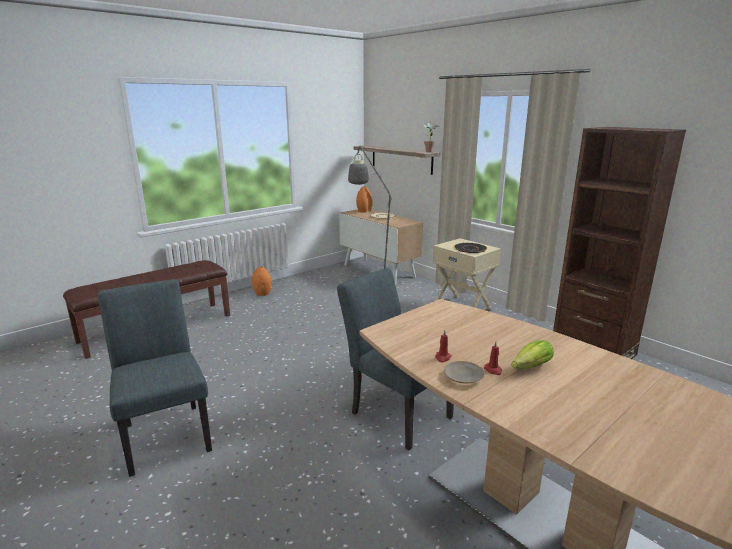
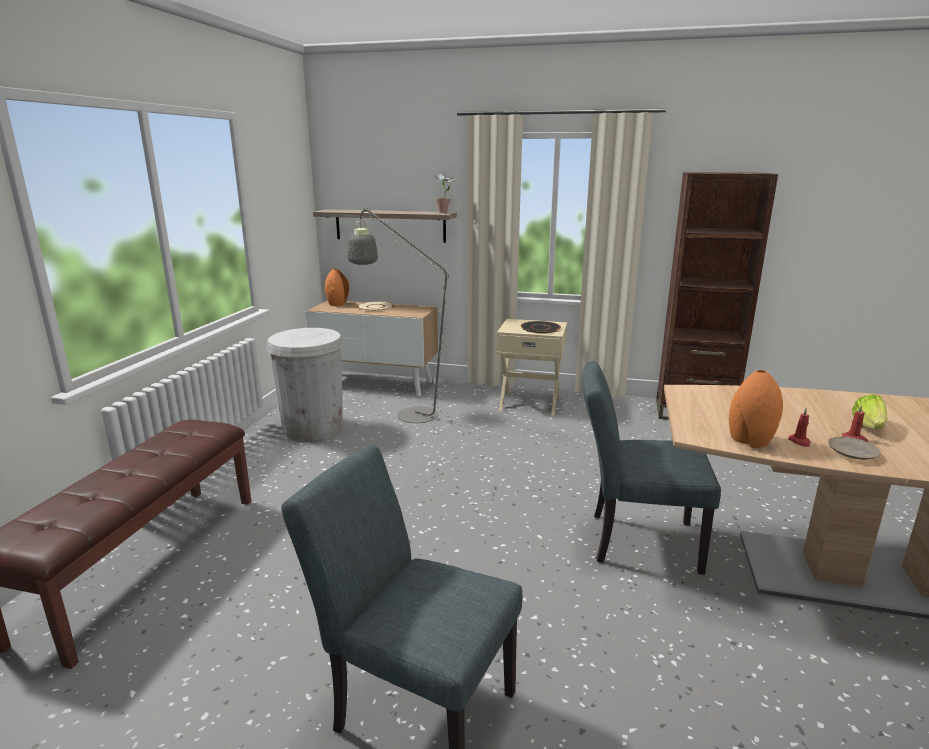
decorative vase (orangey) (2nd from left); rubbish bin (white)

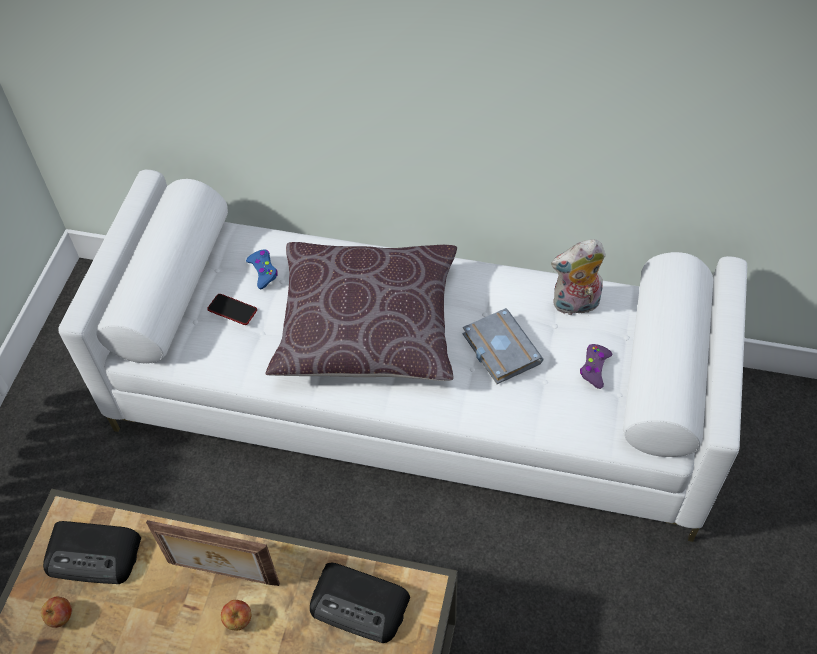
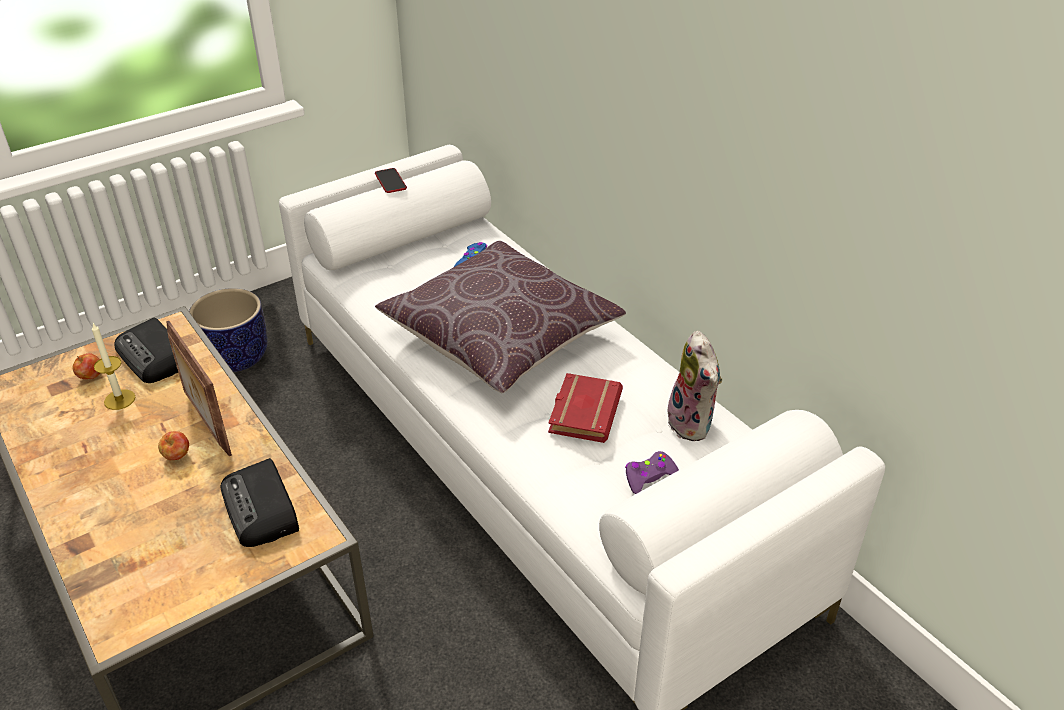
telephone; volume (reddish); cuddly toy; wax light; planter

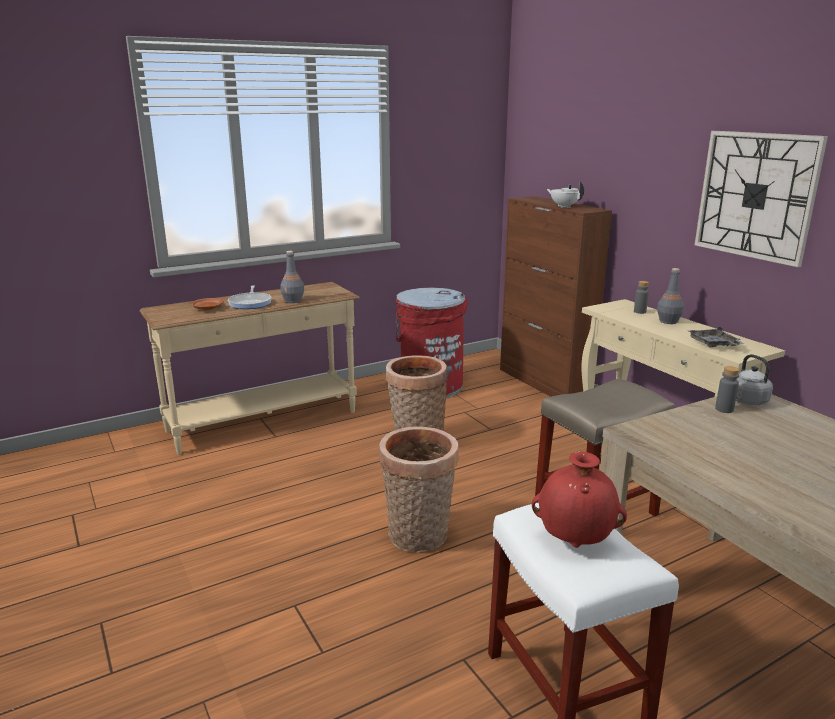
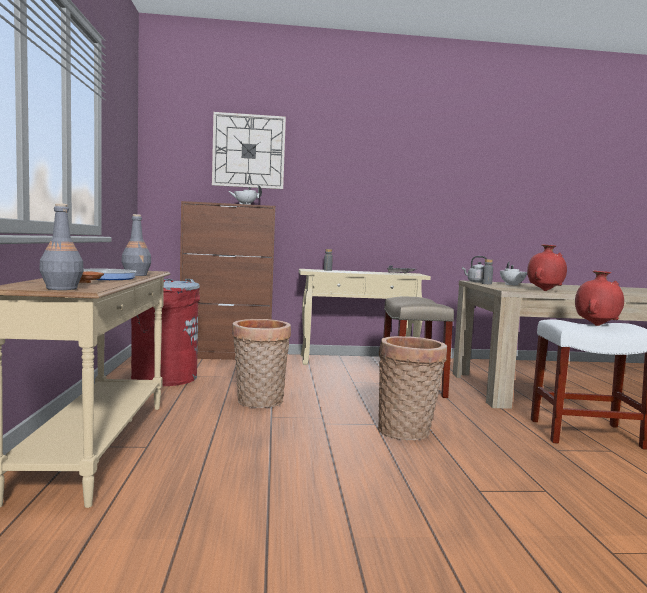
bottle (grey) (1st from left); hanging clock; tea pot (white) (2nd from left); decorative vase (reddish) (1st from left)

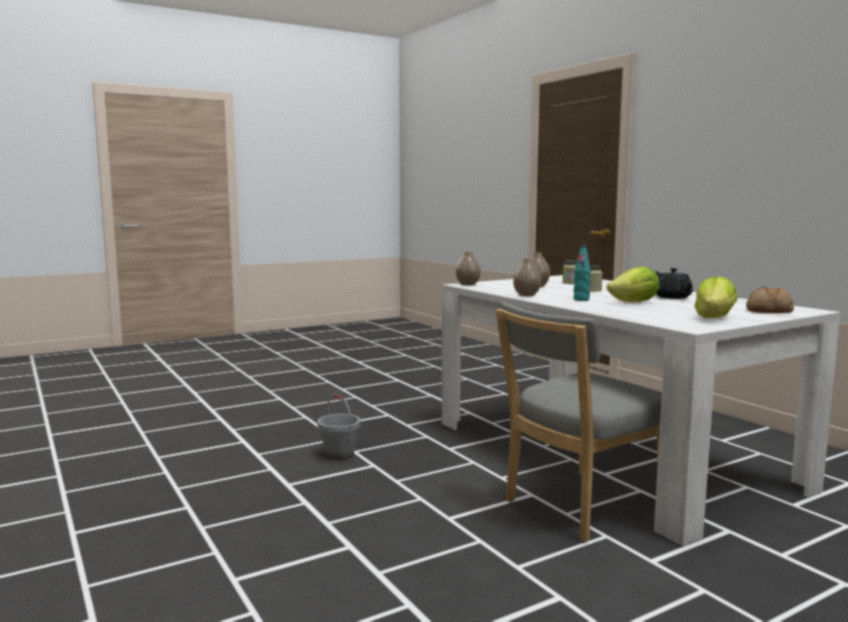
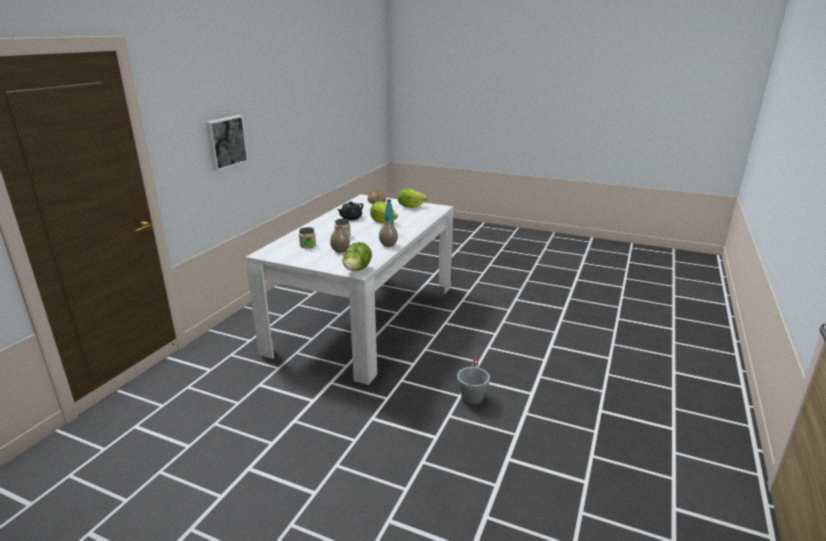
head of lettuce (1st from left); chair (grey); wall art

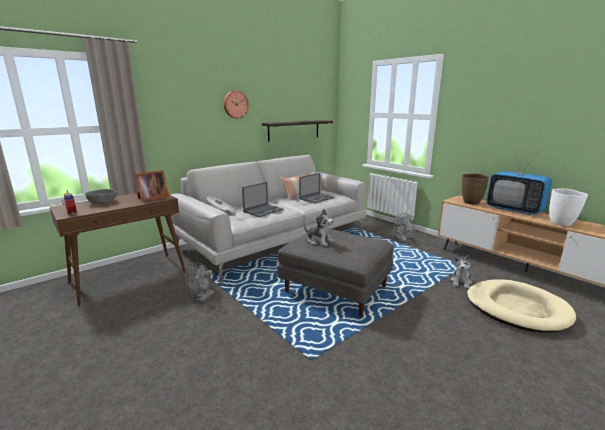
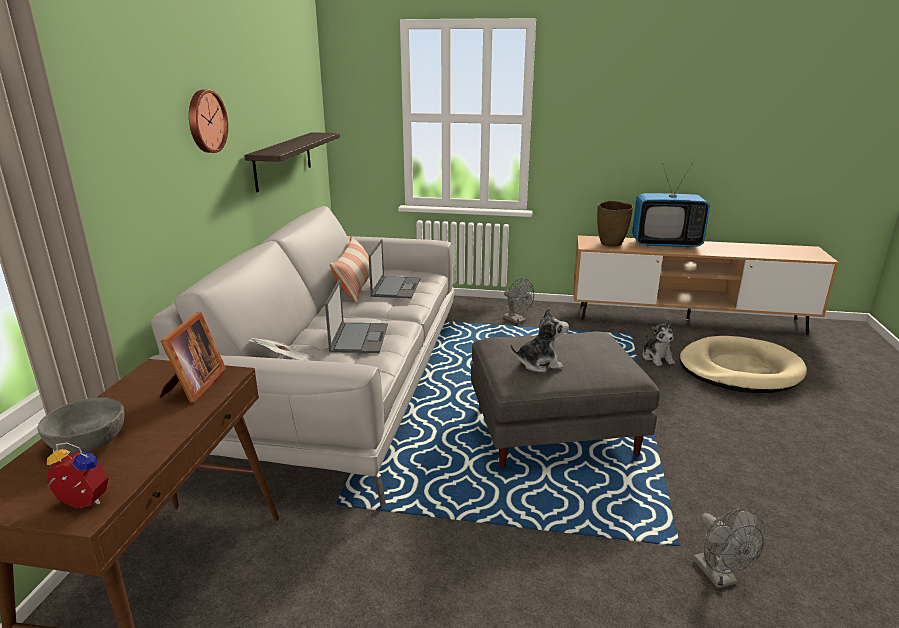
fan (grey) (2nd from left); decorative vase (white)

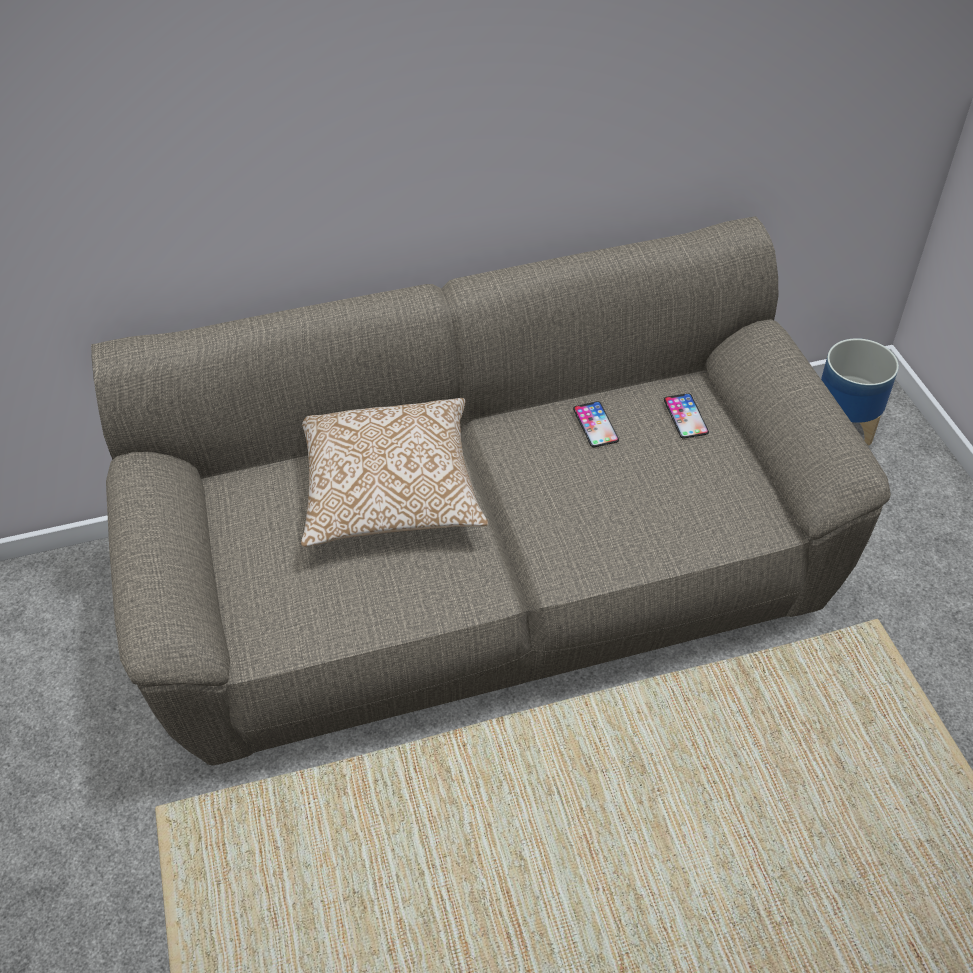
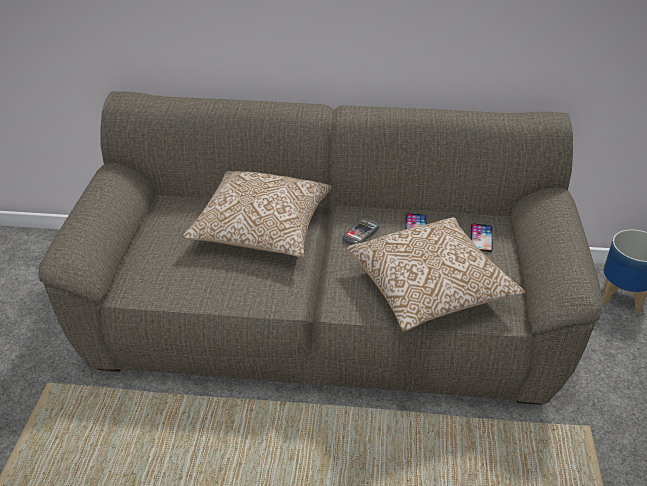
telephone (1st from left); throw pillow (2nd from left)

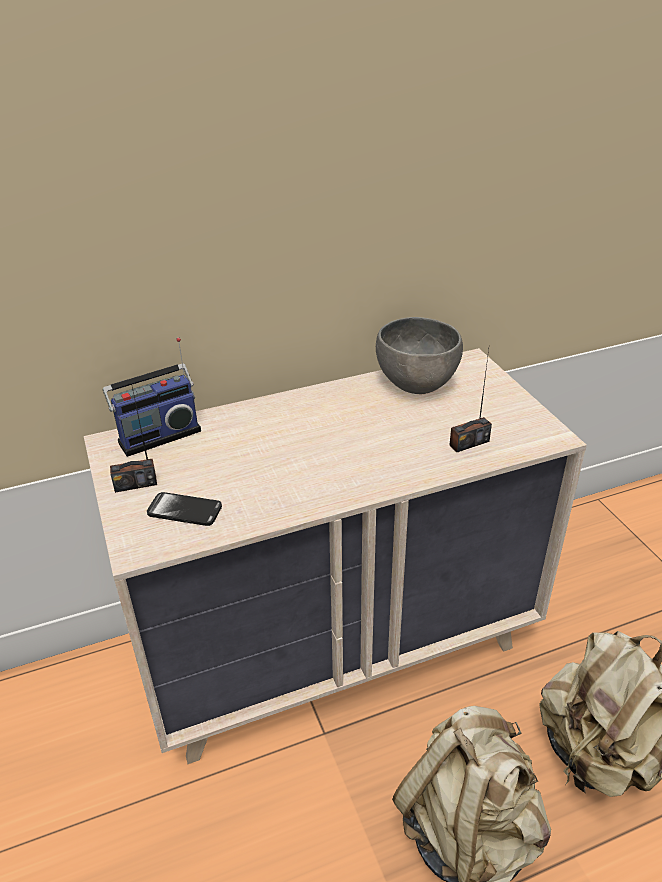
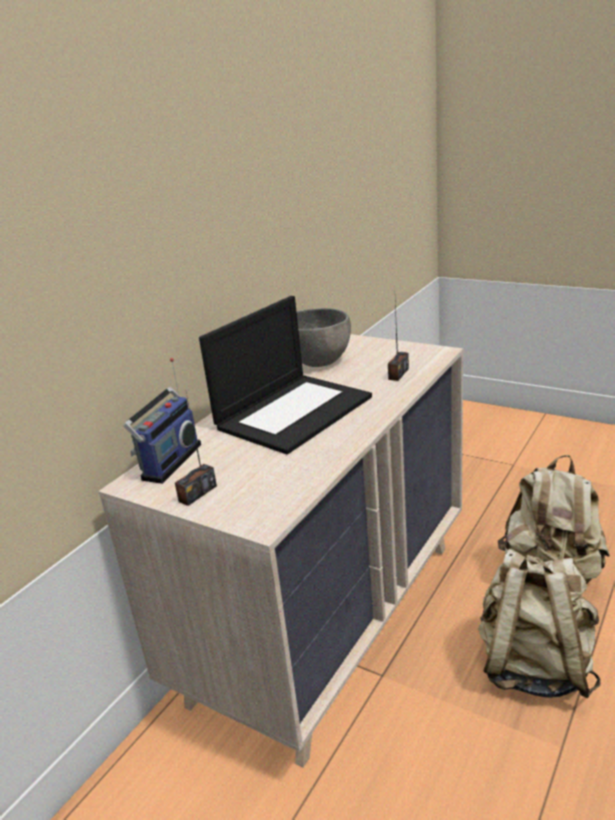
telephone; portable computer

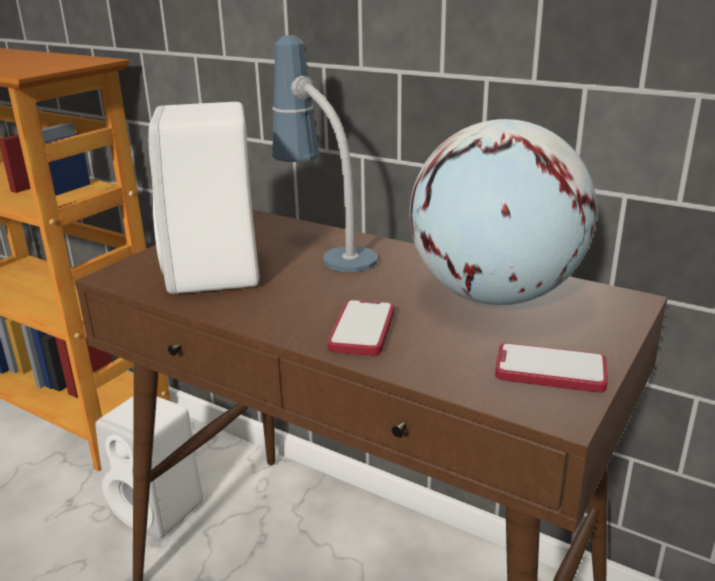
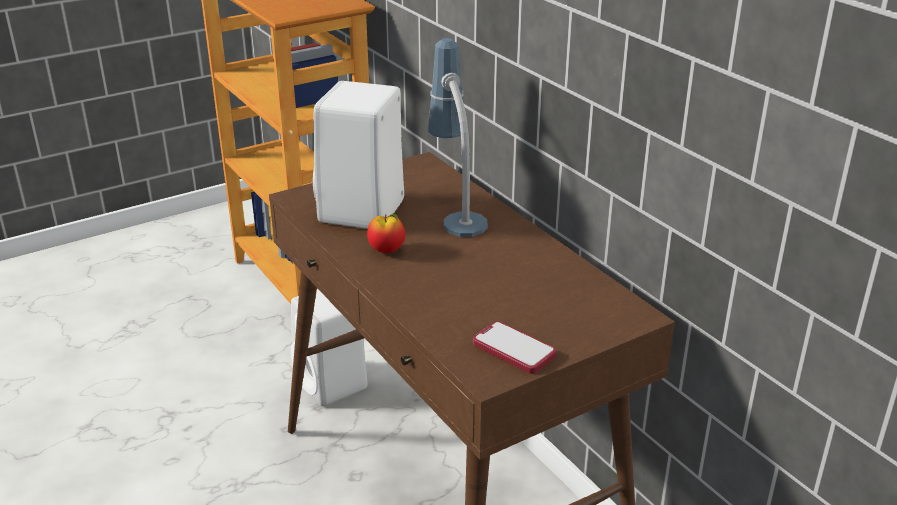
telephone (1st from left in the first image); globe; apple

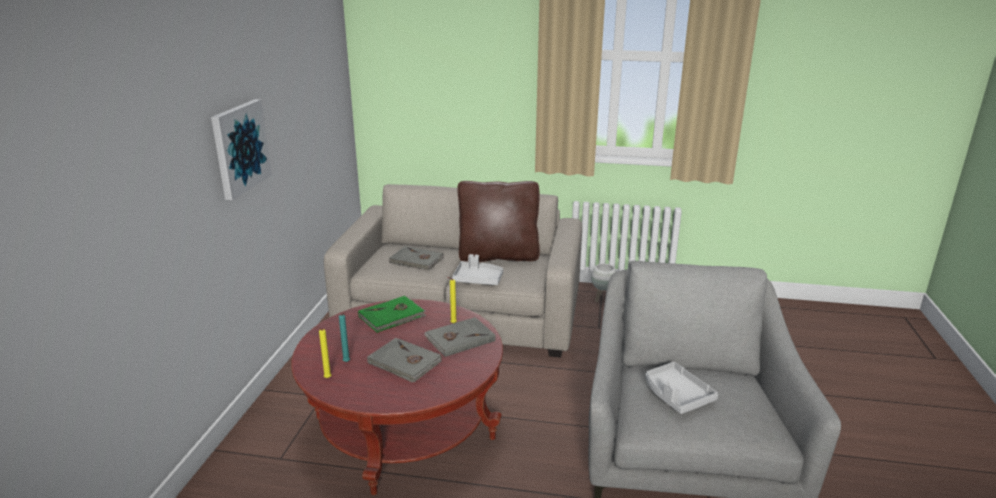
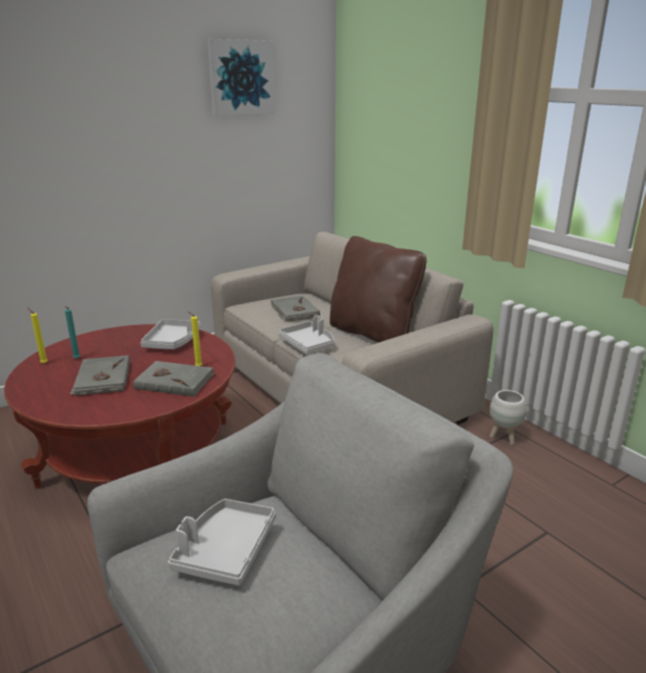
wall art; carrying tray (grey) (1st from left)

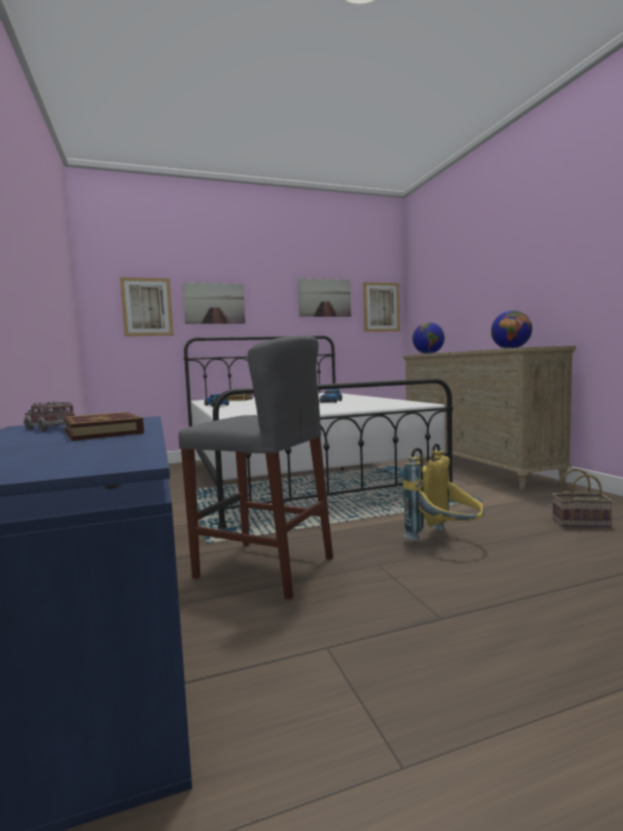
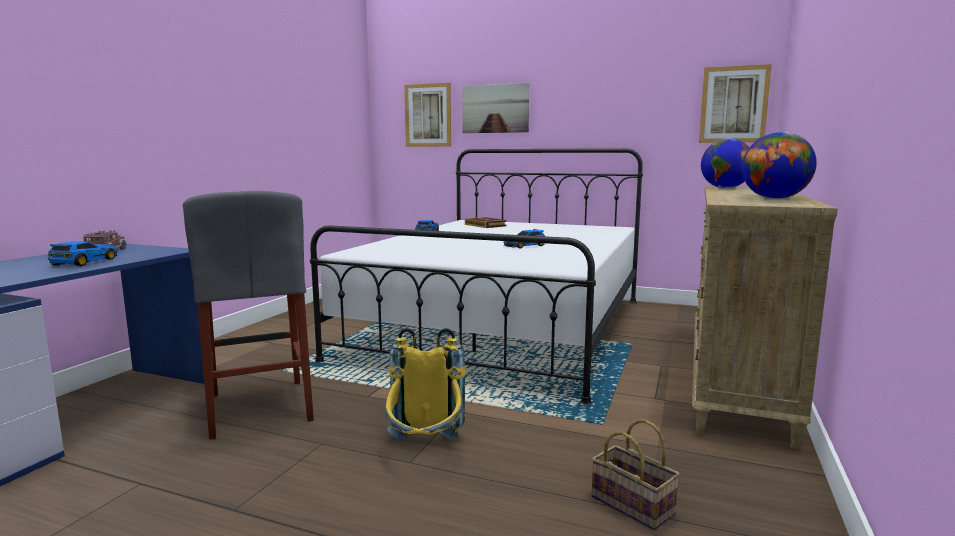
miniature car (1st from left); wall art (3rd from left in the first image)

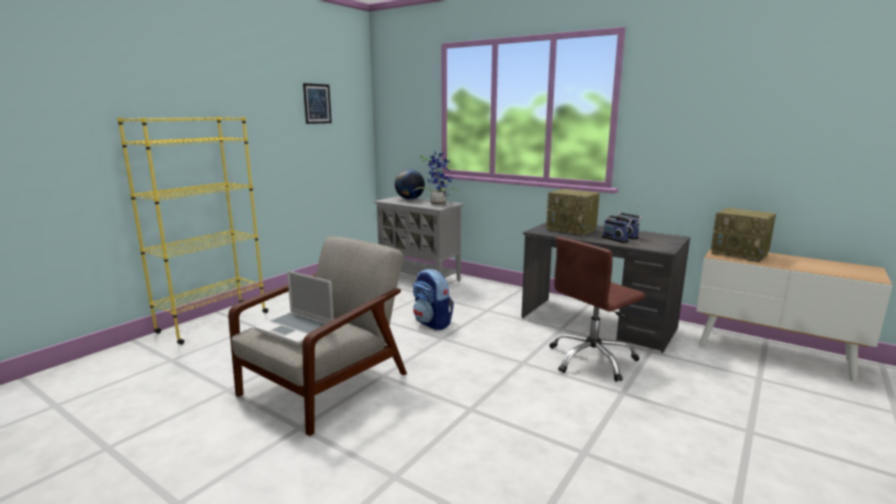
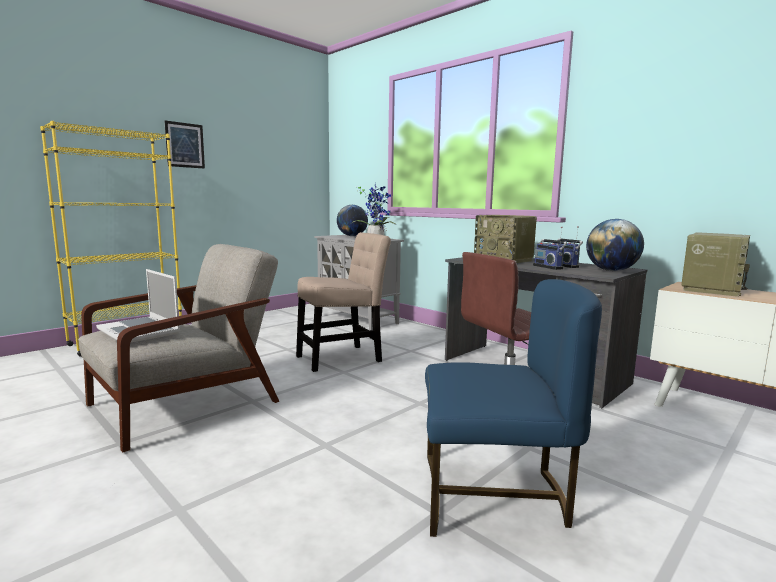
wall art; chair (sand-coloured); radio set (4th from left); chair (bluish); globe (2nd from left)

